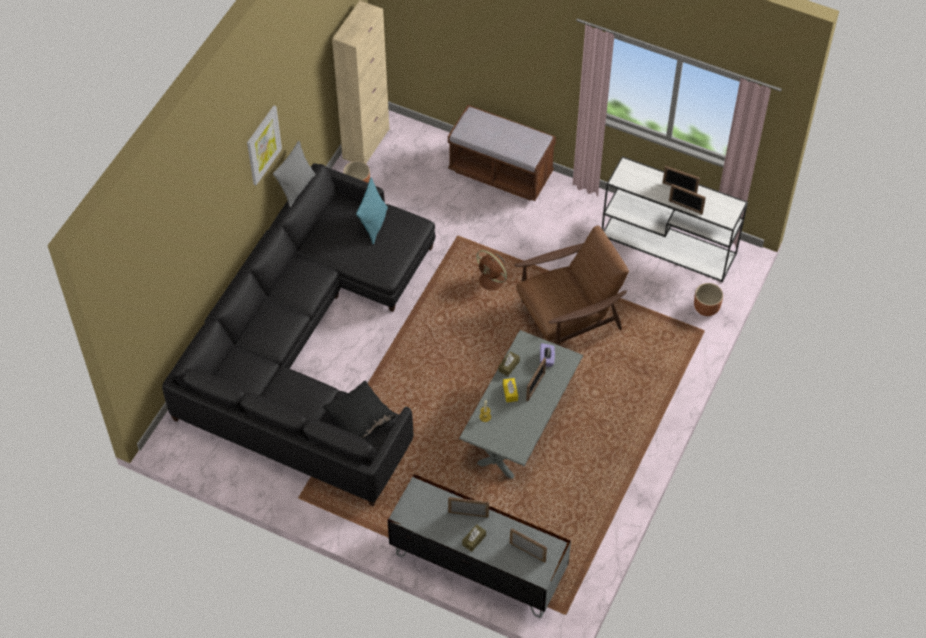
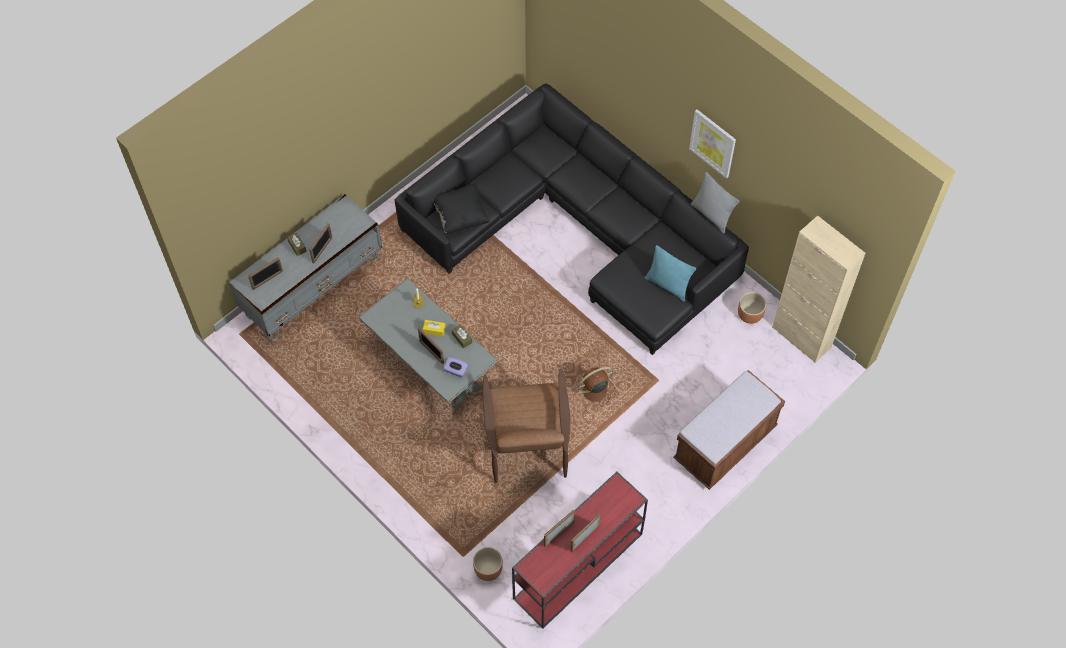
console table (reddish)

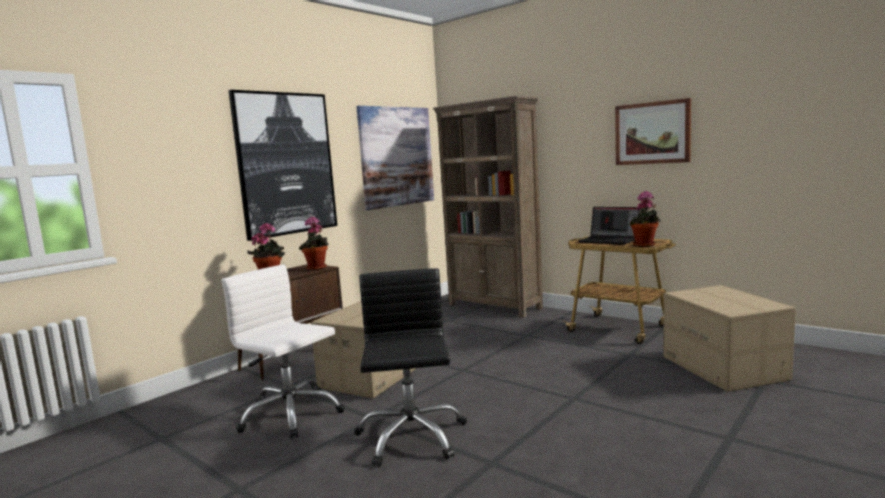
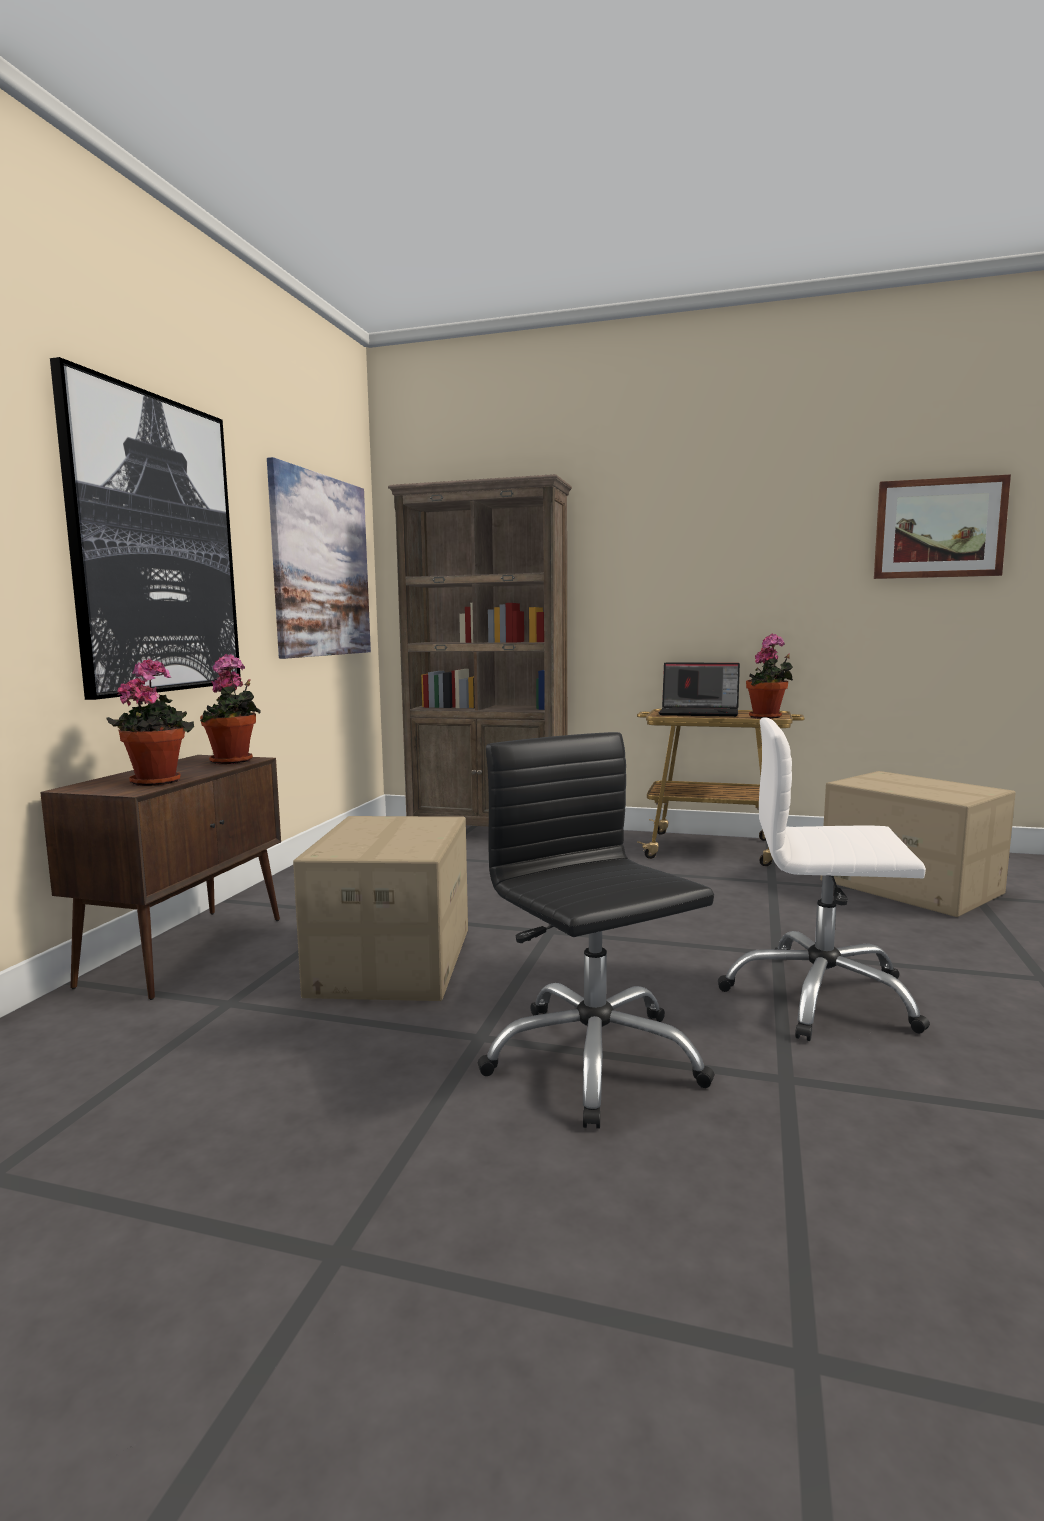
computer chair (white); wall art (3rd from left)

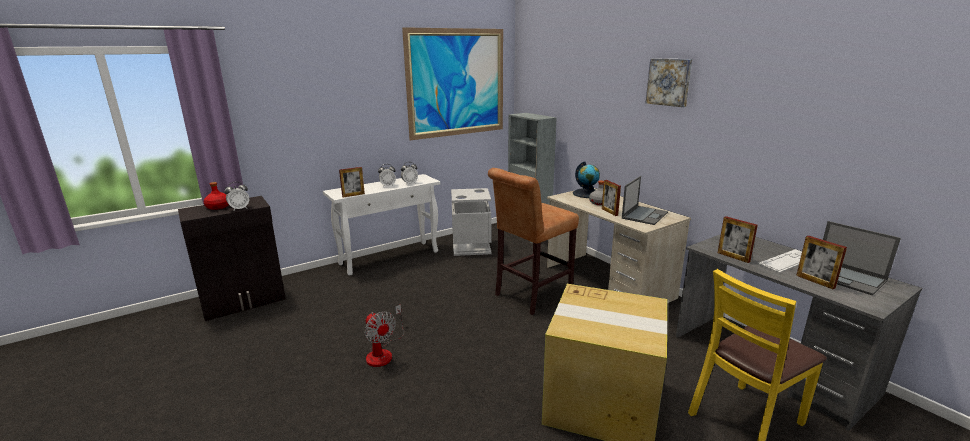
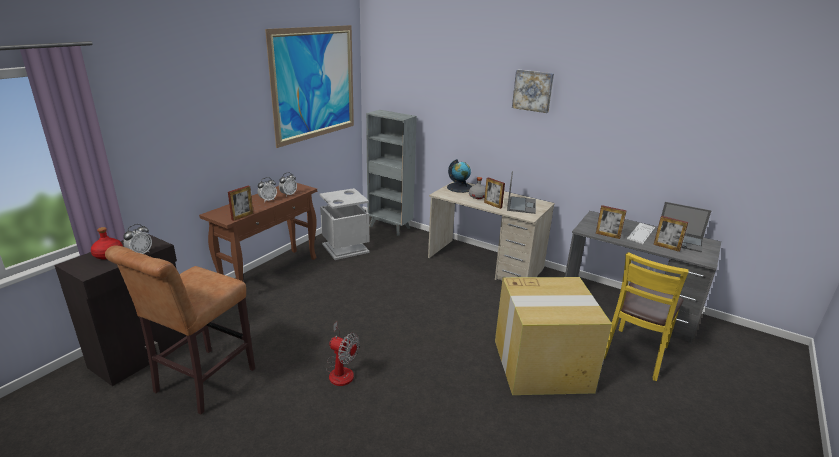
console table (brown-coloured); stool seat (brown-coloured)

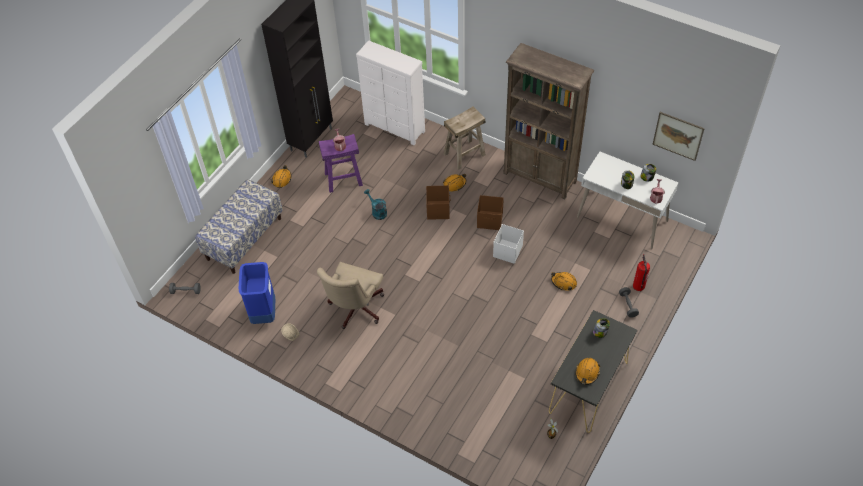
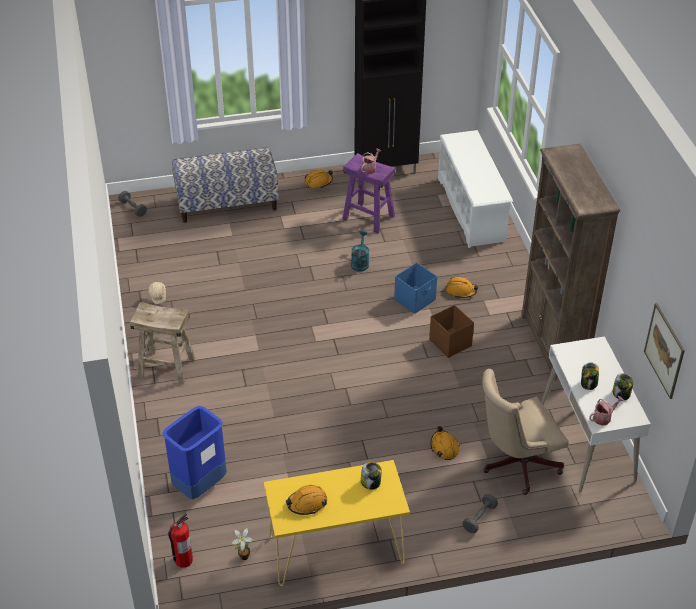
rubbish bin (bluish); computer chair (sand-coloured); shoe shelf (white); storage bin (bluish); stool seat (sand-coloured); storage bin (white); console table (yellow); fire extinguisher

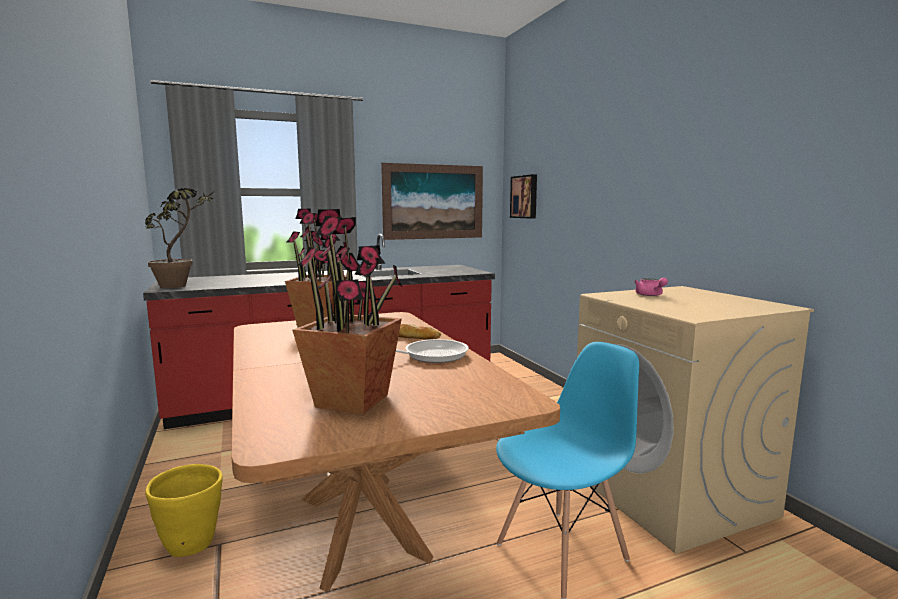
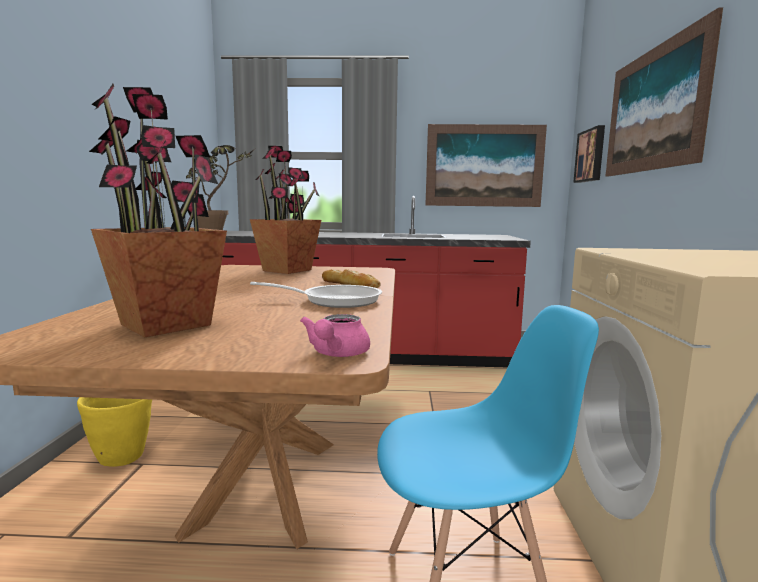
tea pot (pink); wall art (3rd from left)

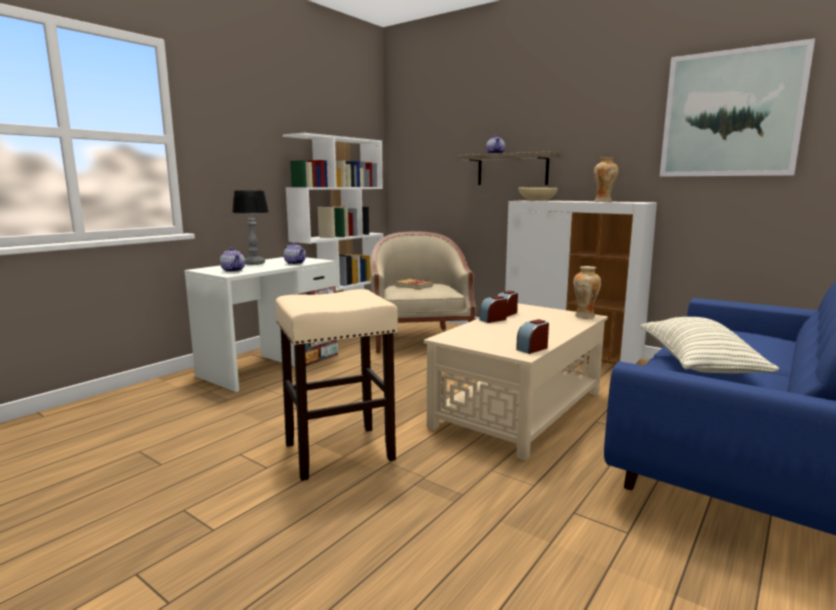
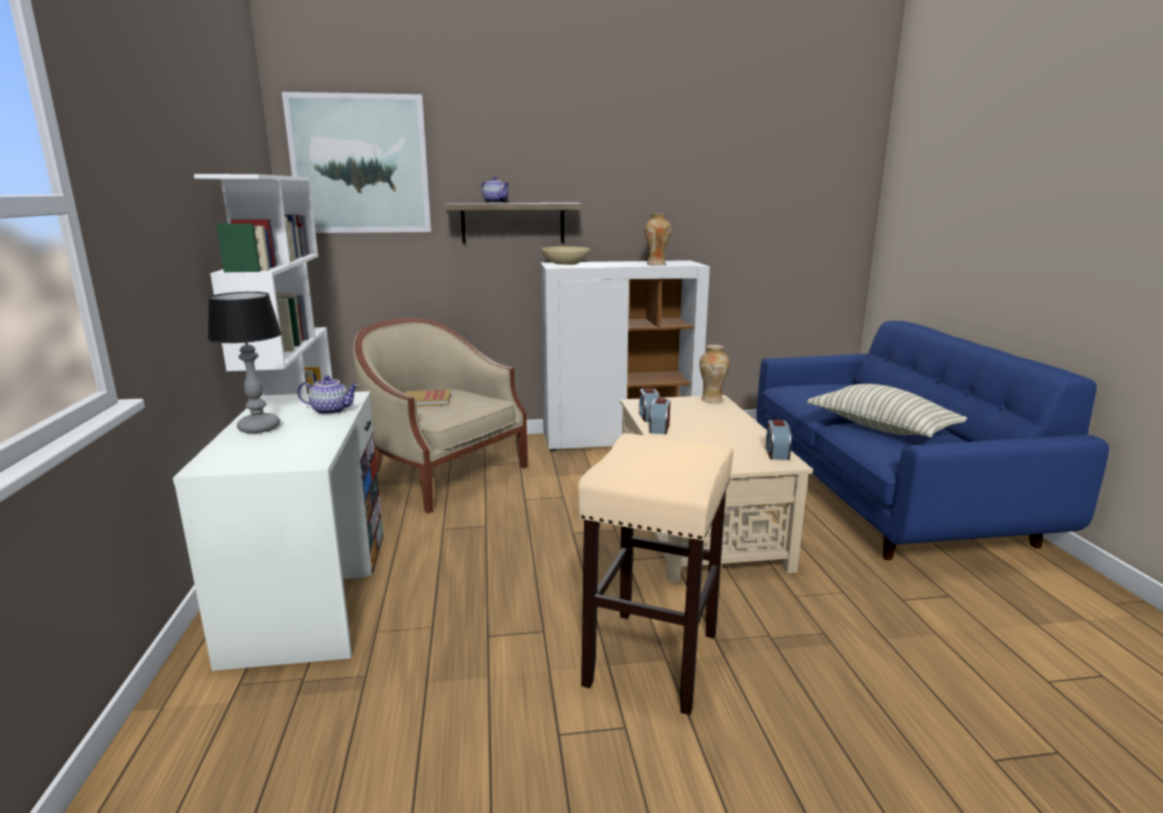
tea pot (1st from left in the first image); wall art

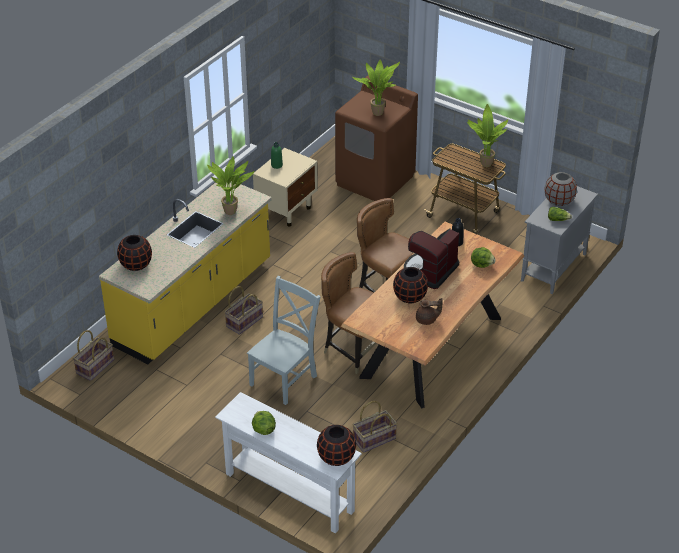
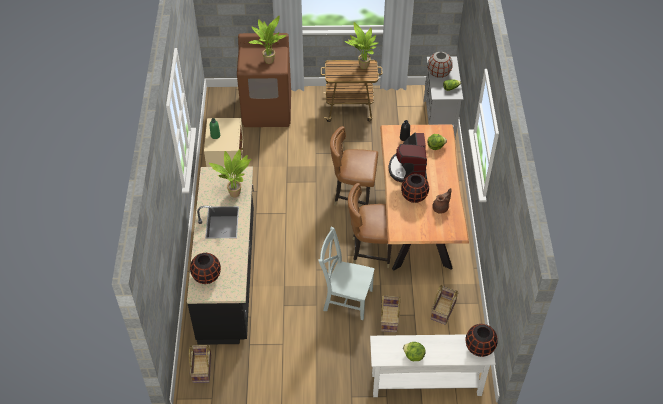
kitchen counter (blackish); storage basket (2nd from left); chair (grey)

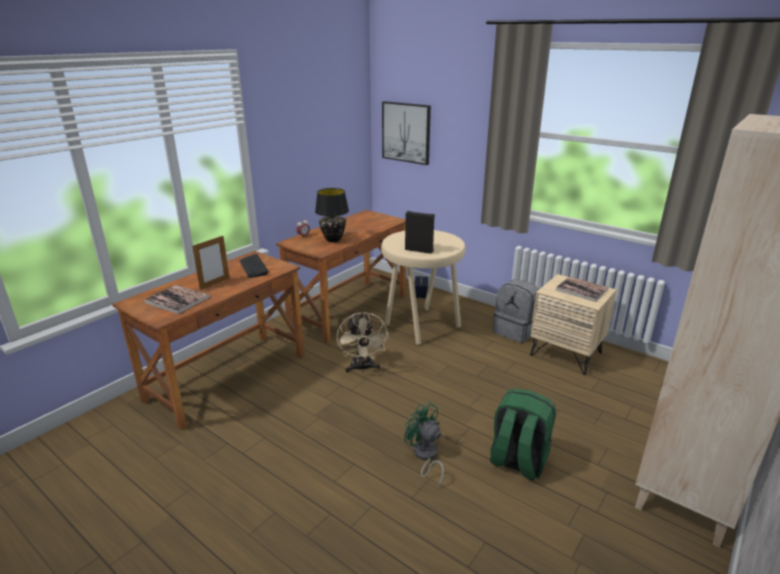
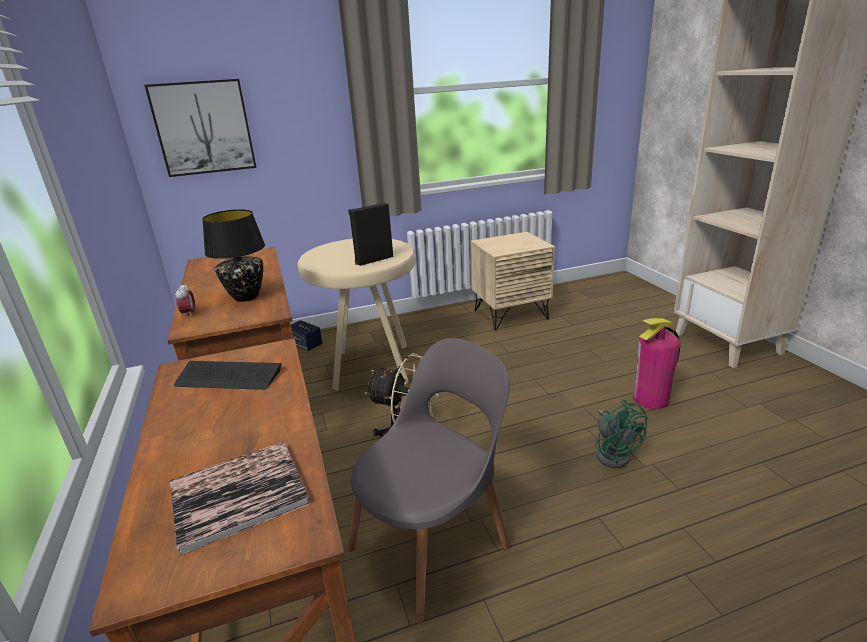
photo frame; fan (green-coloured); fire extinguisher; rucksack (grey); volume (2nd from left in the first image); chair (grey)

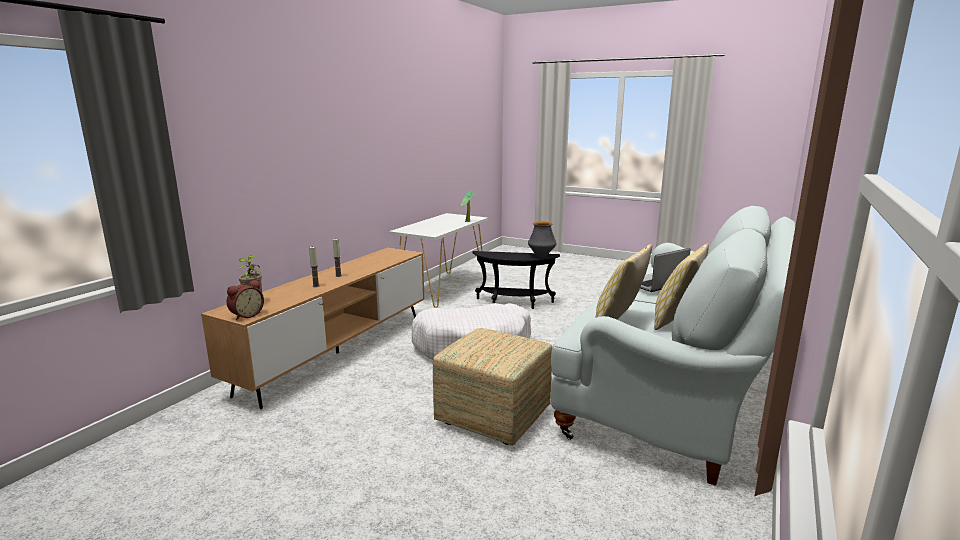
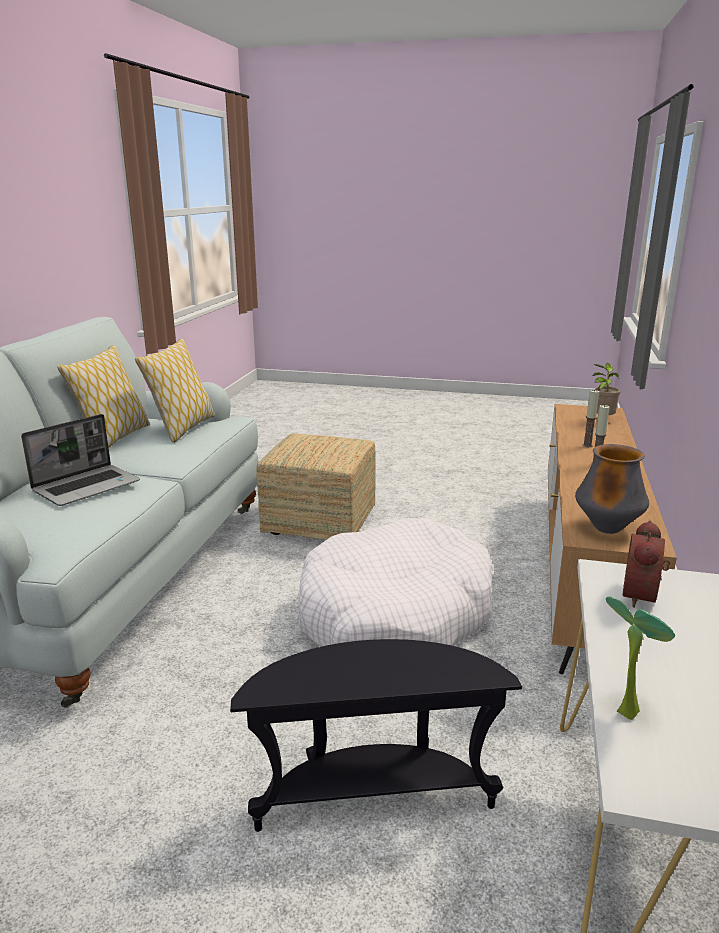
bedside clock; decorative vase

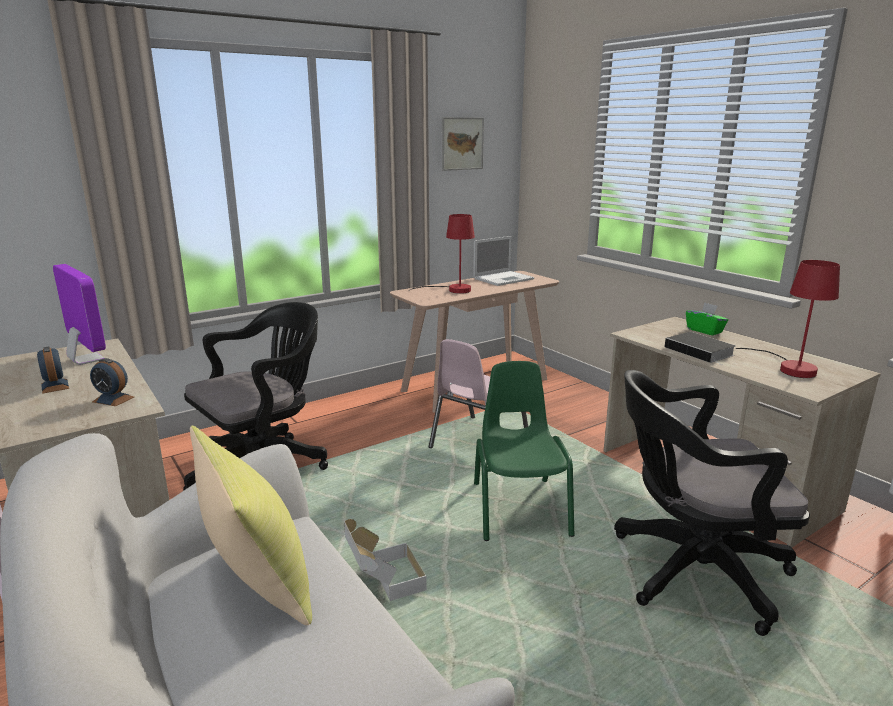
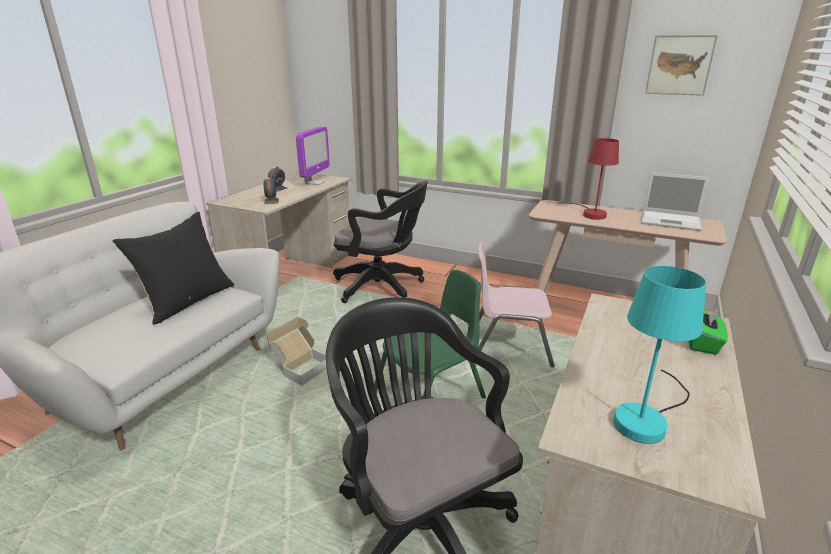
throw pillow (blackish); volume; table lamp (turquoise)

